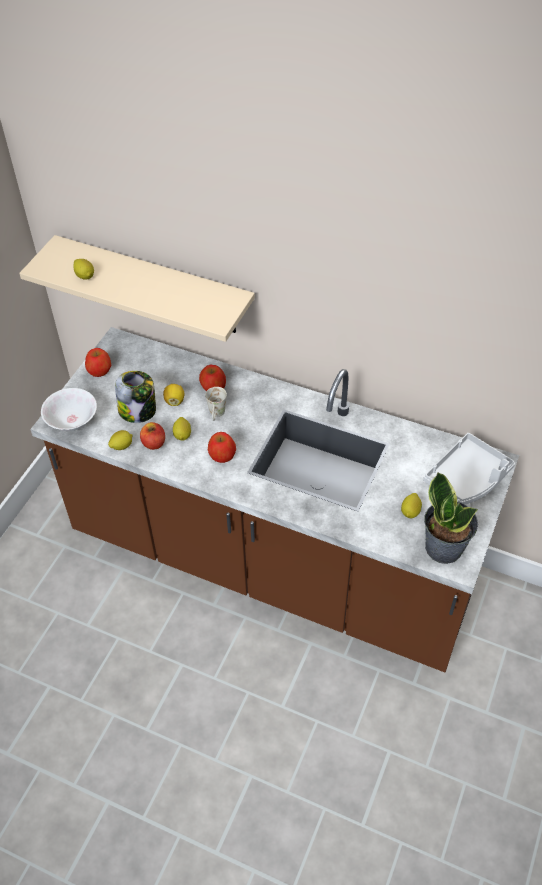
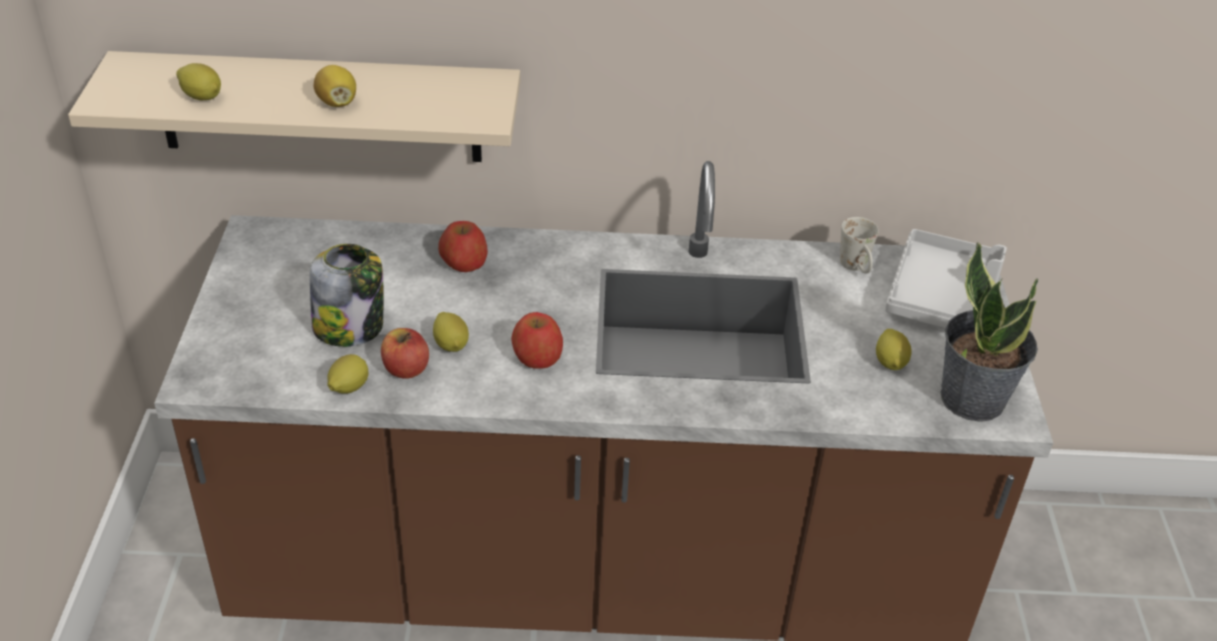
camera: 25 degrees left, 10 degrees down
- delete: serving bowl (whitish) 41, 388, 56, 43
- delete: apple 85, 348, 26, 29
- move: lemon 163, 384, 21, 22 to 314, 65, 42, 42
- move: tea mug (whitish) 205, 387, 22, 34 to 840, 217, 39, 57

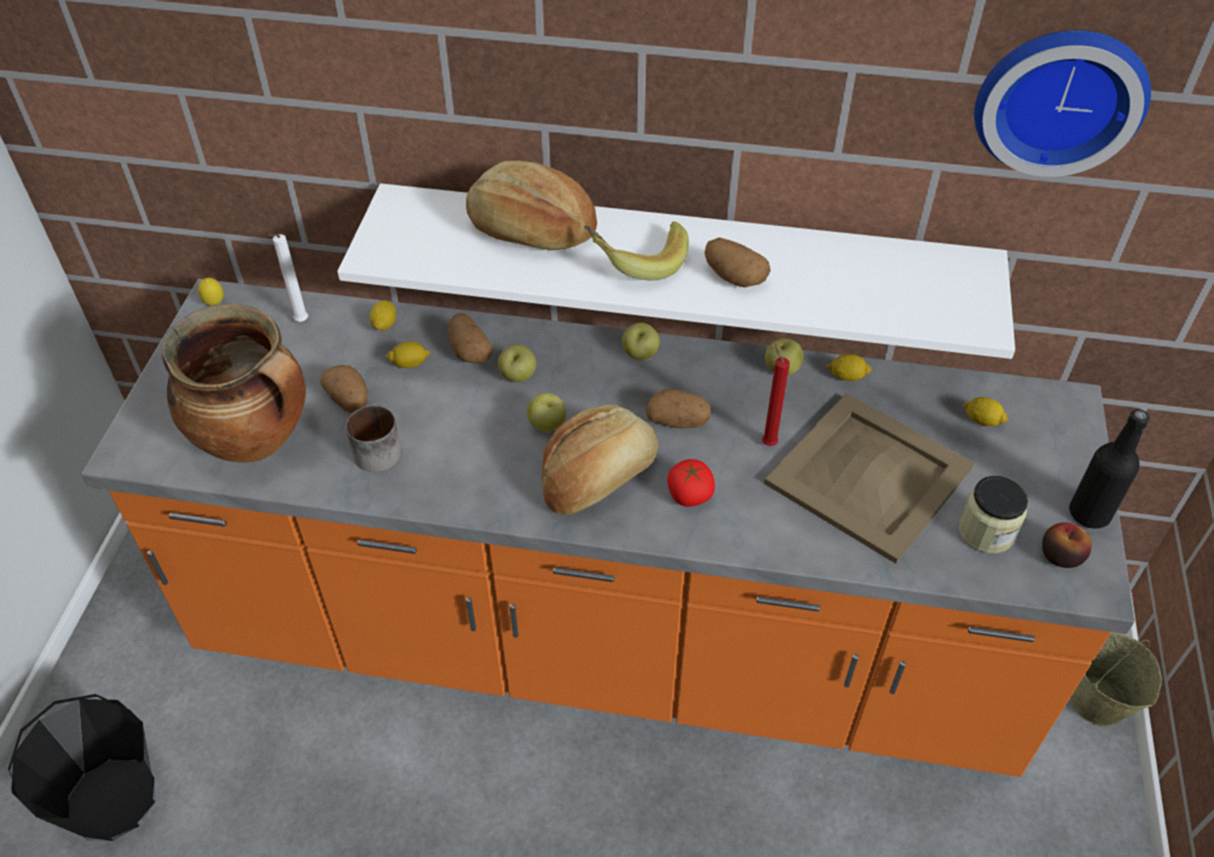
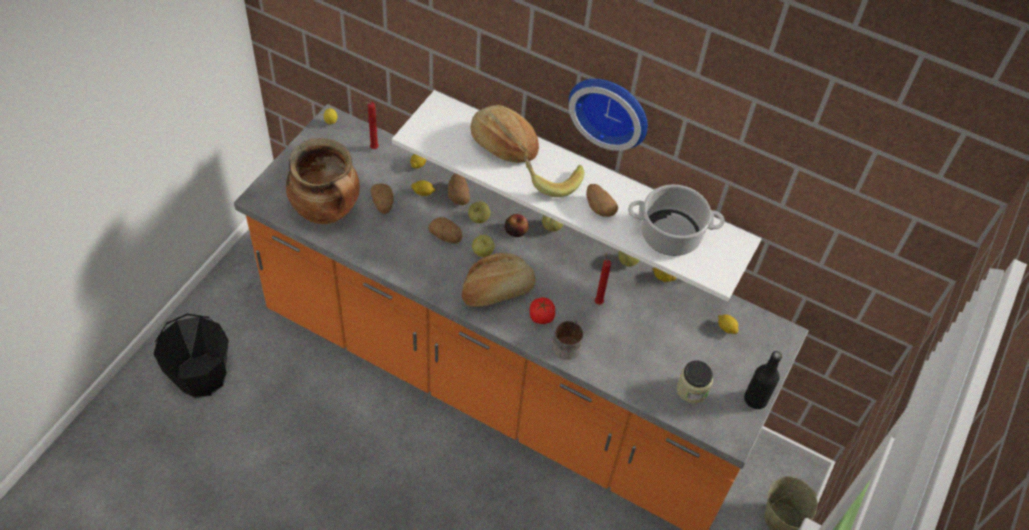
camera: 15 degrees right, 5 degrees up
- recolor: candle (whitish) 268, 234, 40, 88 to candle (red) 365, 102, 14, 47
- move: tea mug 346, 405, 55, 67 to 553, 320, 30, 40
- move: whole potato 646, 389, 65, 39 to 428, 217, 34, 27
- delete: serving tray (beige) 764, 393, 210, 171
- move: clock on the wall 974, 30, 177, 147 to 569, 79, 79, 72
- move: apple 1042, 523, 50, 45 to 505, 214, 24, 23
- insert: cooking pot 628, 184, 97, 72

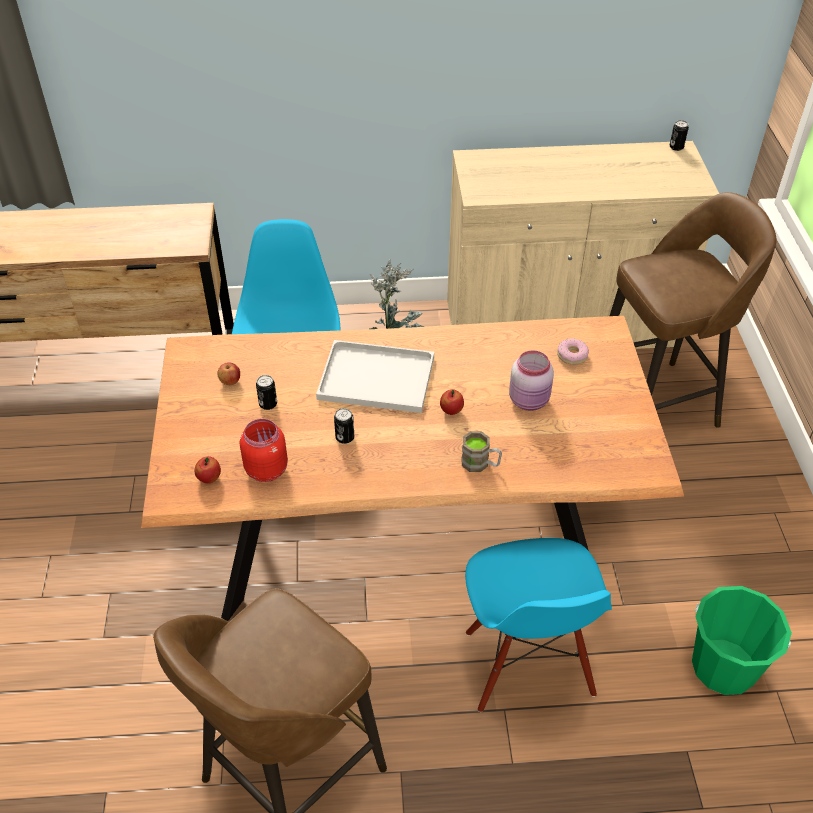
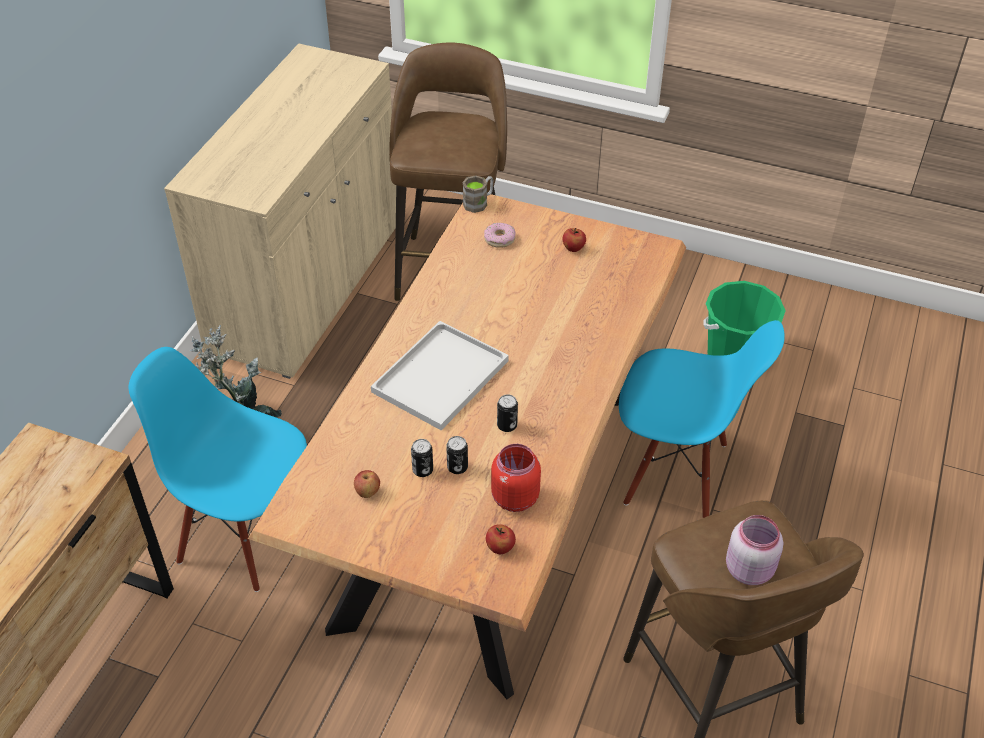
camera: 65 degrees left, 0 degrees up
- move: apple 440, 389, 24, 26 to 562, 228, 24, 24
- move: tea mug (brownish) 462, 431, 40, 41 to 462, 175, 32, 38
- move: storage jar (pink) 509, 350, 45, 61 to 726, 515, 57, 70
- move: can 670, 120, 19, 31 to 446, 436, 22, 38

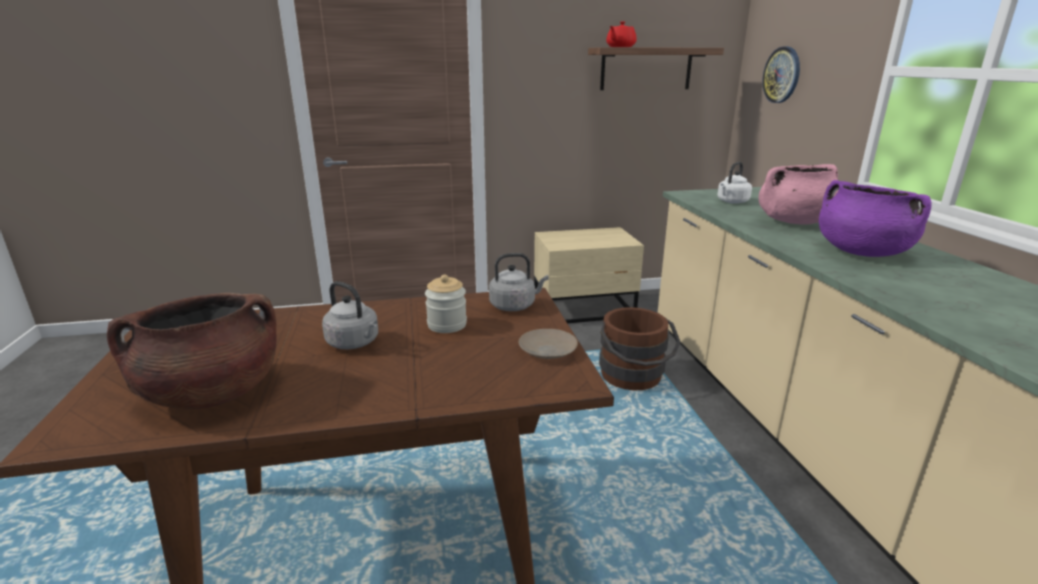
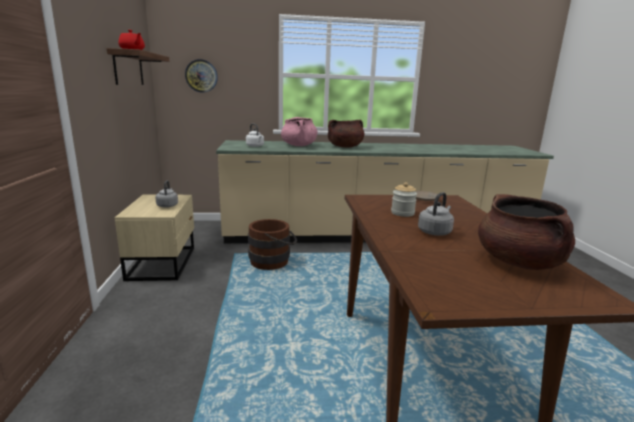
camera: 85 degrees left, 5 degrees down
- move: water kettle (gray) 489, 253, 60, 58 to 155, 180, 23, 28
- recolor: cooking pot (purplish) 819, 180, 113, 77 to cooking pot (brownish) 328, 120, 36, 28

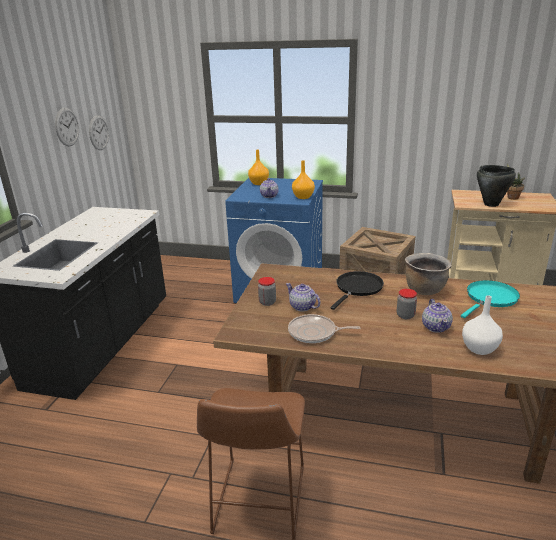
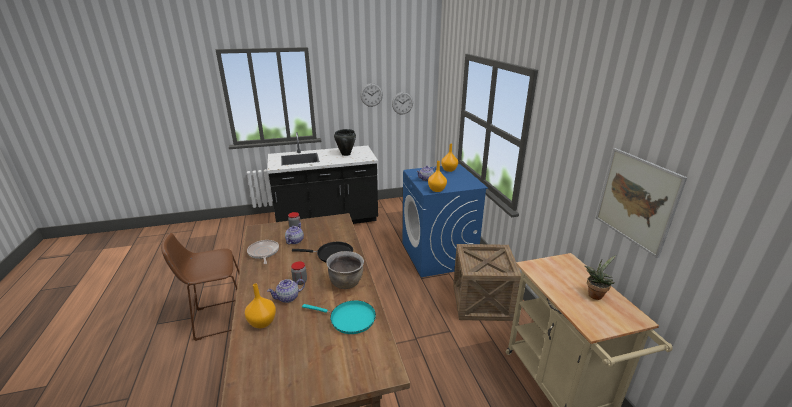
camera: 60 degrees right, 0 degrees up
- recolor: vase (whitish) 462, 295, 41, 60 to vase (orange) 245, 283, 31, 45
- move: cooking pot (blackish) 477, 165, 39, 42 to 334, 129, 22, 27
- insert: wall art 596, 148, 91, 110

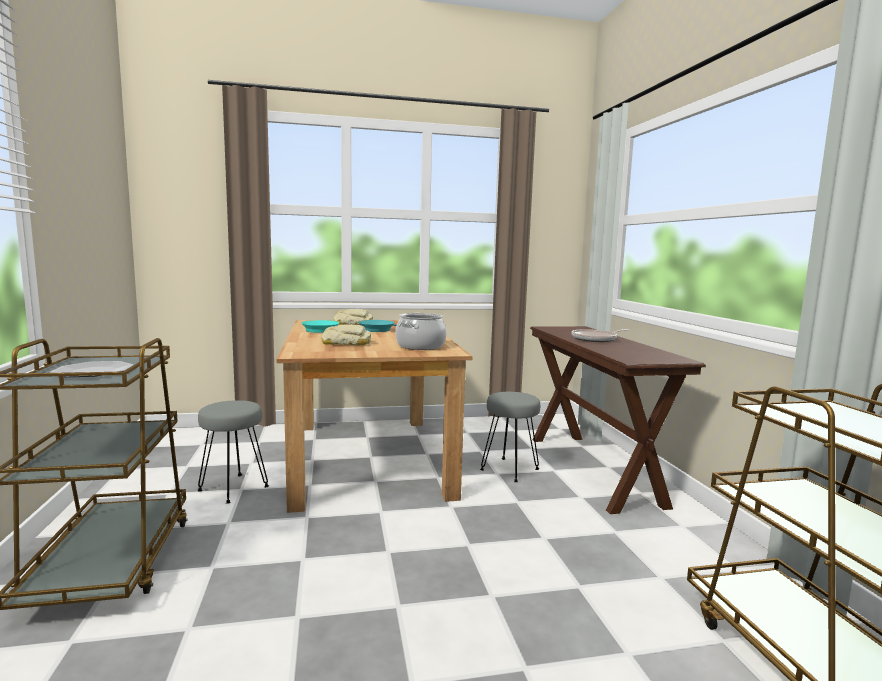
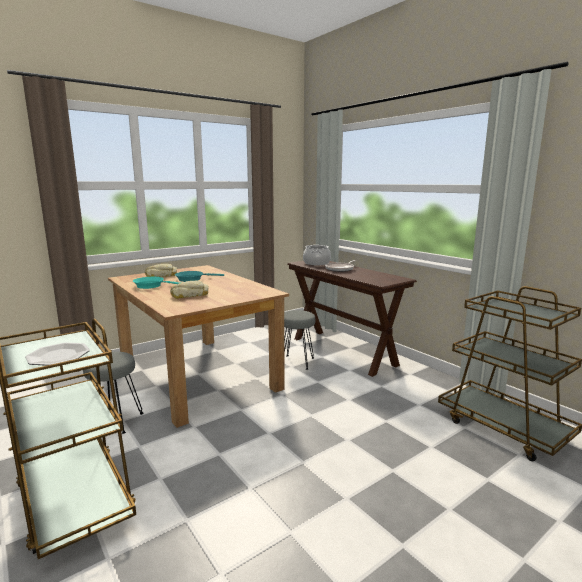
camera: 25 degrees left, 5 degrees up
- move: cooking pot 395, 313, 52, 37 to 303, 245, 28, 20

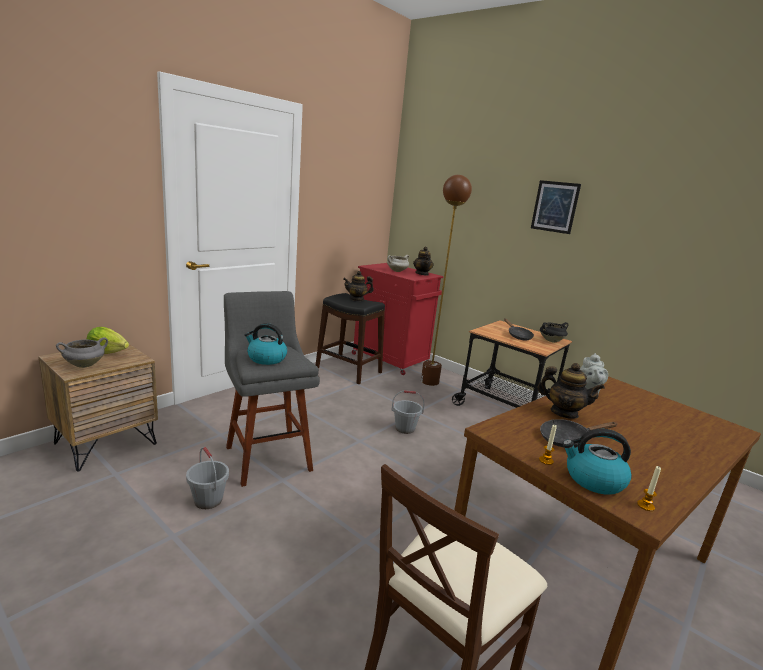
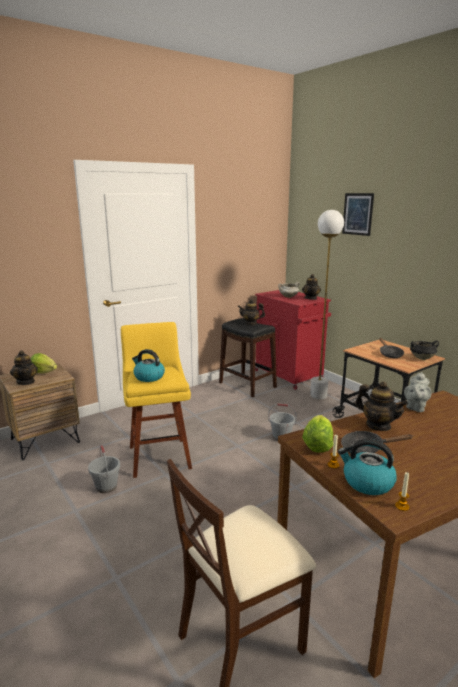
camera: 15 degrees right, 0 degrees up
- replace: cooking pot (gray) 56, 337, 52, 31 to teapot 10, 350, 28, 35
- recolor: stool (gray) 224, 291, 96, 196 to stool (yellowish) 121, 322, 71, 156
- recolor: standing lamp (brownish) 421, 175, 51, 211 to standing lamp (whitish) 310, 210, 34, 189
- move: wall art 531, 180, 50, 54 to 342, 193, 32, 43
- insert: lettuce head 302, 415, 31, 38

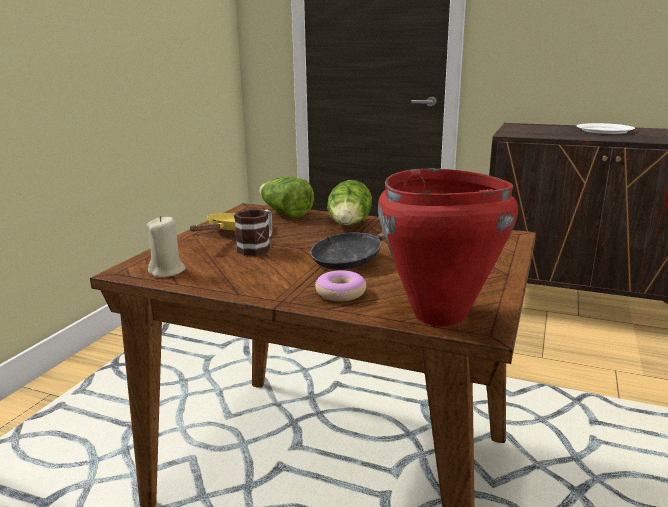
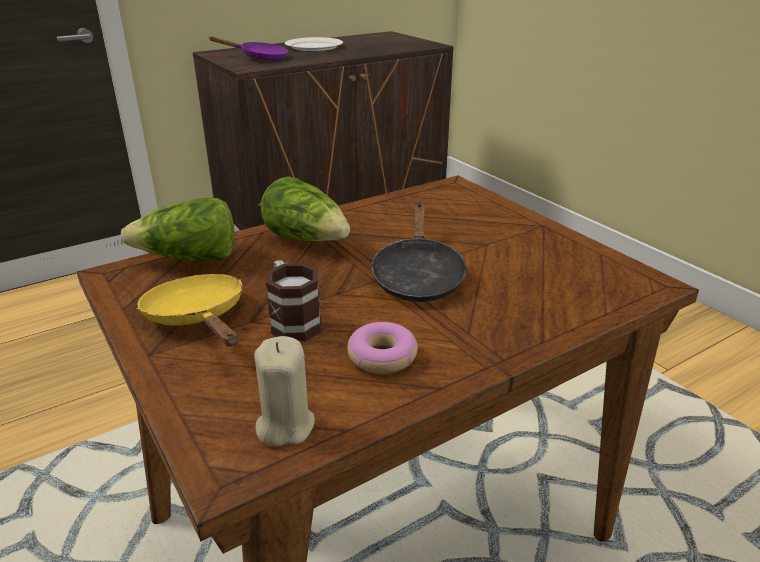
camera: 55 degrees left, 10 degrees up
- move: ring doughnut 315, 270, 51, 31 to 347, 322, 71, 52
- delete: cooking pot (red) 378, 169, 140, 158
- insert: pan (purplish) 208, 37, 80, 23

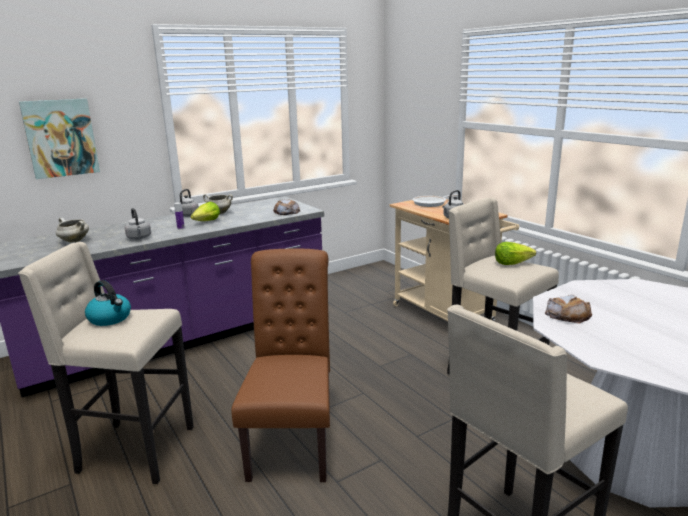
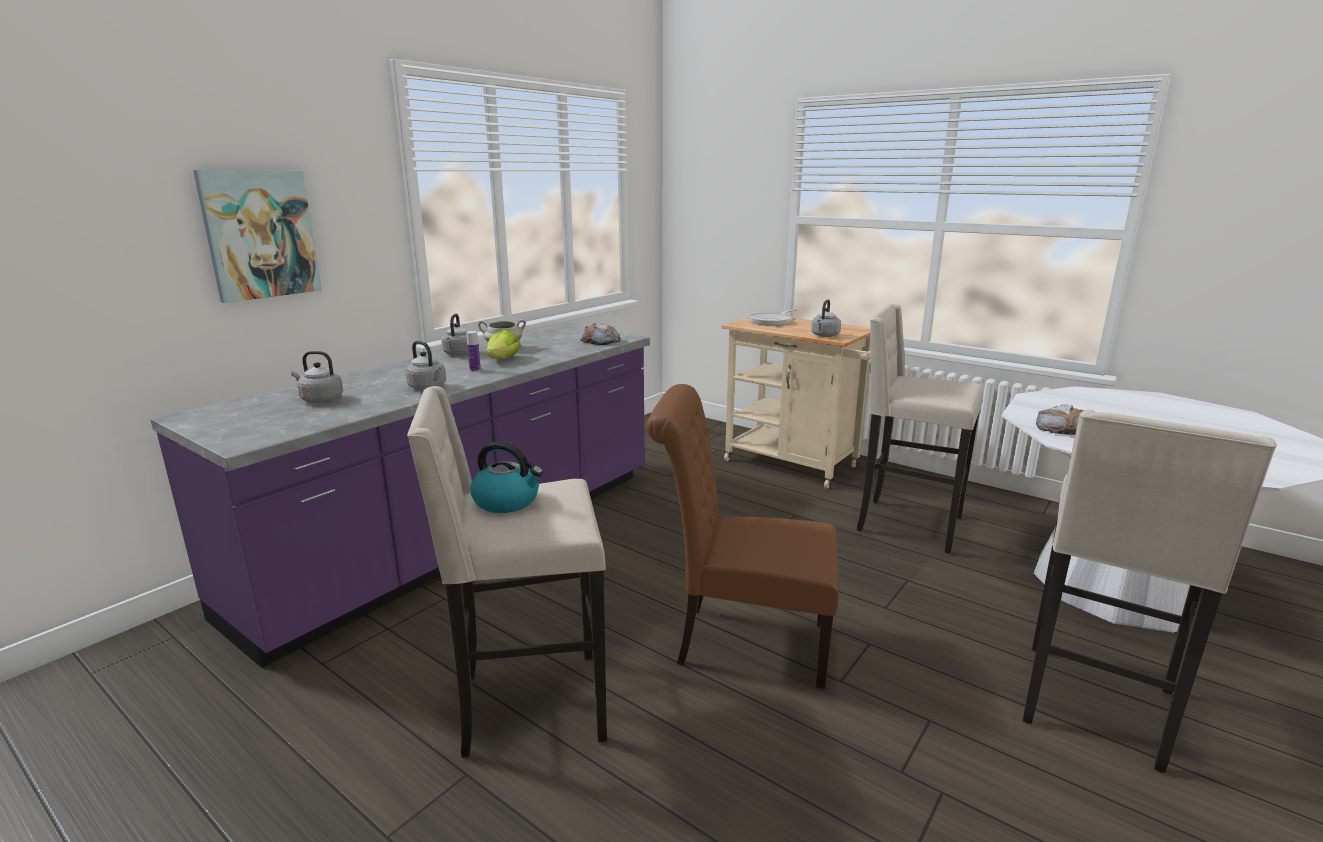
camera: 20 degrees left, 0 degrees up
- replace: cooking pot (whitish) 56, 218, 33, 25 to water kettle (gray) 291, 351, 52, 52
- rotate: upright chair (brownish) 231, 249, 99, 233 = 646, 384, 193, 305 60 degrees counterclockwise
- delete: lettuce head 495, 242, 41, 23

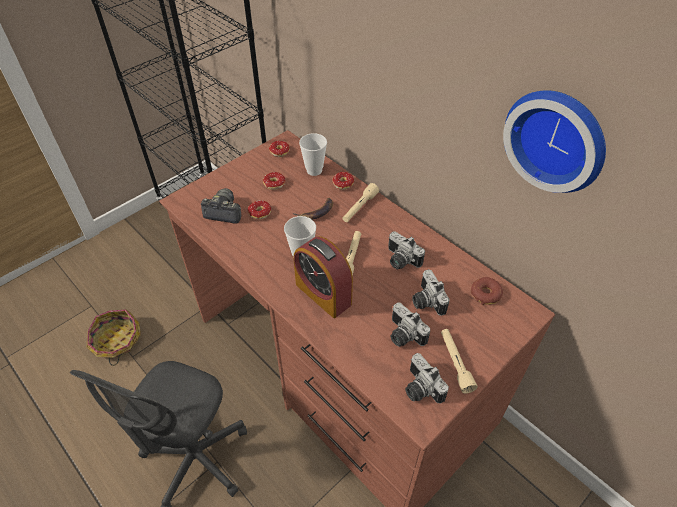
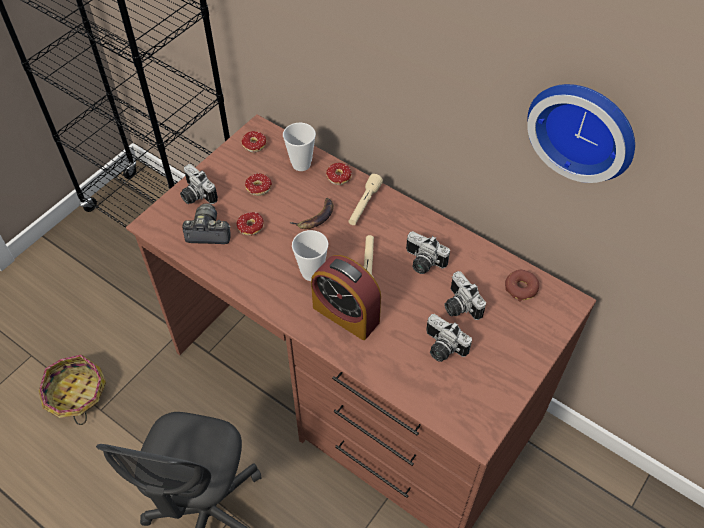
camera: 10 degrees left, 5 degrees up
- move: still camera 405, 353, 44, 51 to 180, 164, 38, 40
- delete: flashlight (beige) 441, 329, 37, 65

